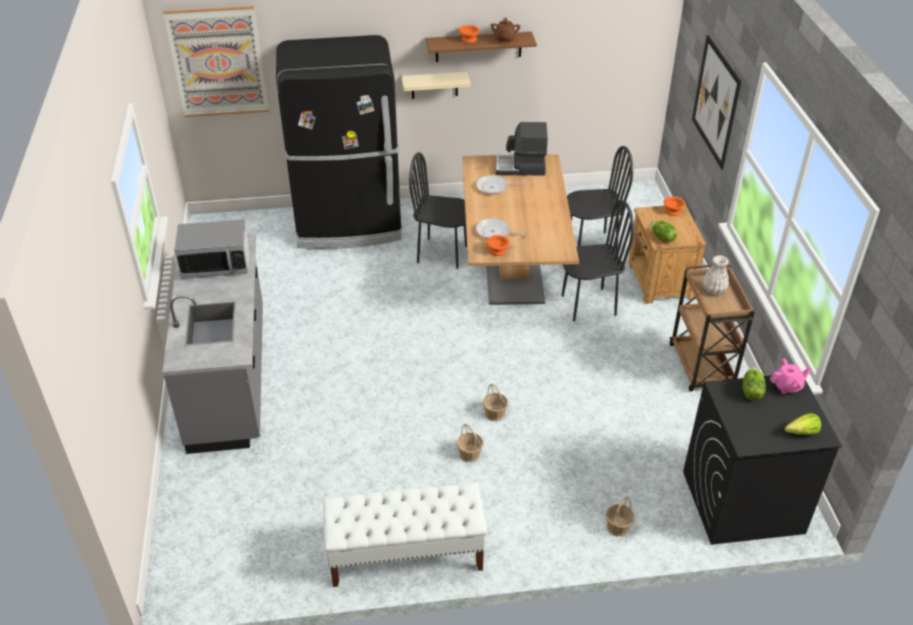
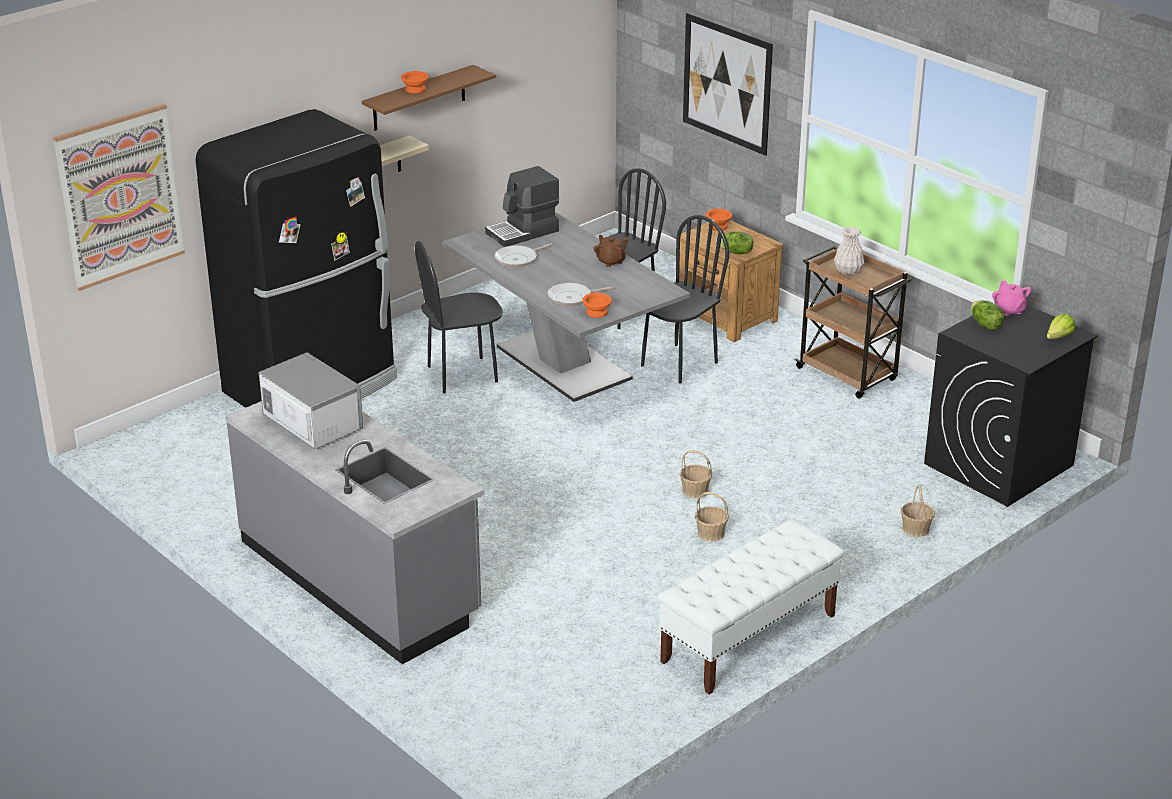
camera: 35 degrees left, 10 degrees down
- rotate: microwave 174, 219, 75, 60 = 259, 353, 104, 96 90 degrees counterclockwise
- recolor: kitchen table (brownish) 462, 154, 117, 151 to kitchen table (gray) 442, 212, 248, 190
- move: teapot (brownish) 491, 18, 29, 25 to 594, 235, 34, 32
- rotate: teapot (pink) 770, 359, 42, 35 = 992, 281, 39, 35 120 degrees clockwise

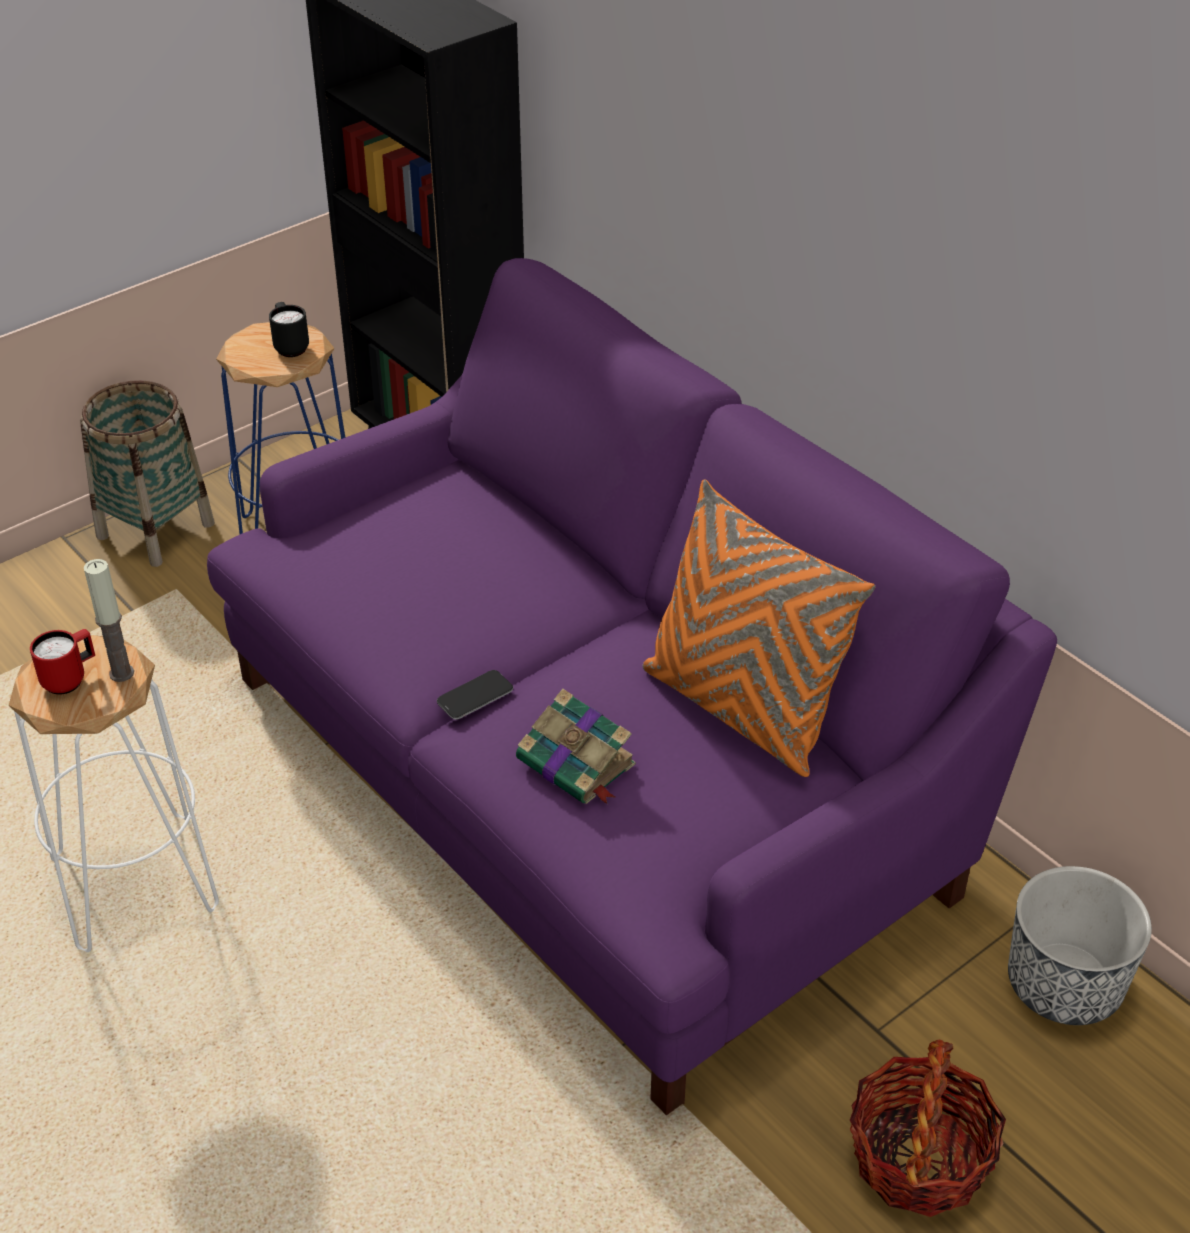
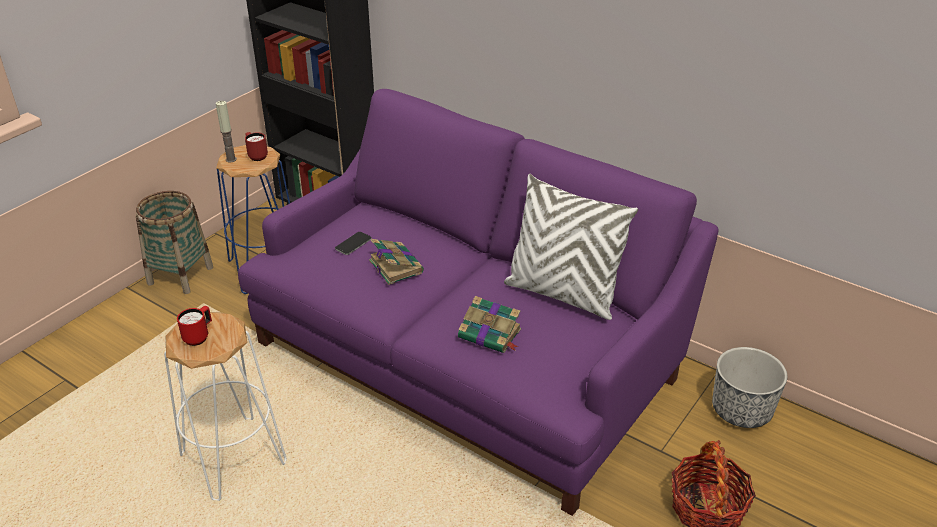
camera: 15 degrees left, 5 degrees down
- move: candle 84, 559, 50, 123 to 216, 101, 21, 61
- recolor: tea mug (blackish) 269, 302, 40, 55 to tea mug (red) 245, 132, 23, 29
- move: phone 437, 670, 76, 50 to 335, 232, 37, 23
- recolor: pillow (orange) 642, 479, 233, 298 to pillow (whitish) 504, 174, 134, 146
- insert: bound book 369, 239, 55, 46

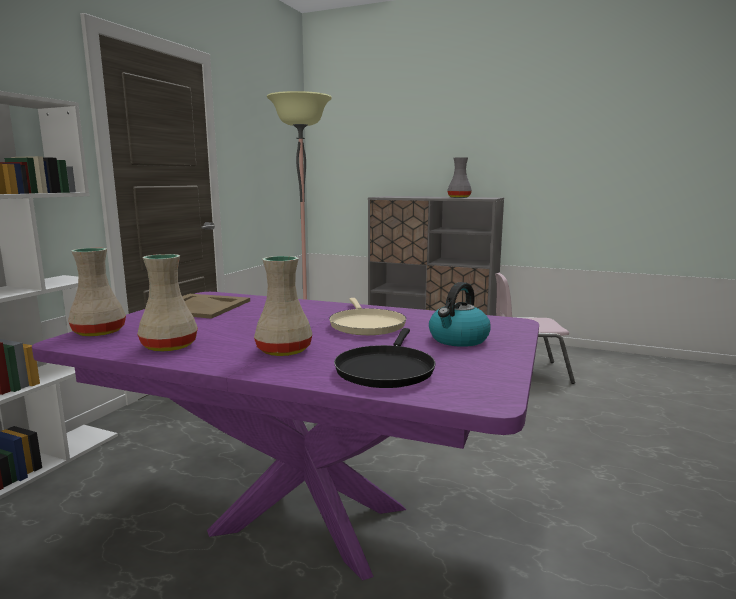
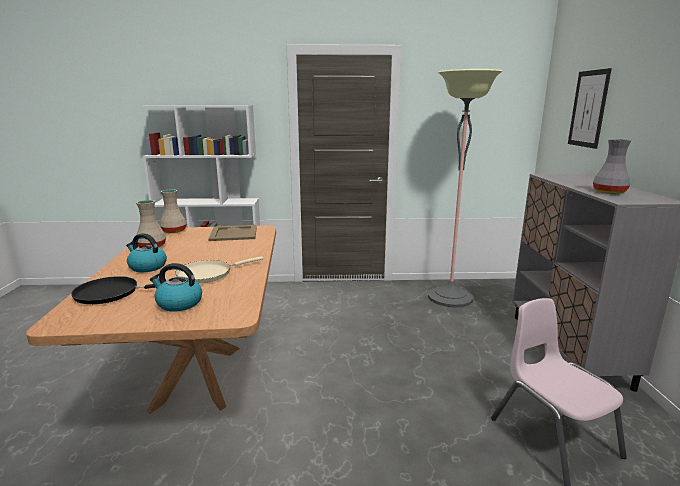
camera: 65 degrees right, 5 degrees up
- recolor: kitchen table (purplish) 32, 292, 507, 288 to kitchen table (brownish) 26, 226, 250, 188
- replace: vase (beige) 254, 256, 58, 100 to water kettle 126, 233, 41, 39
- insert: wall art 568, 68, 44, 81

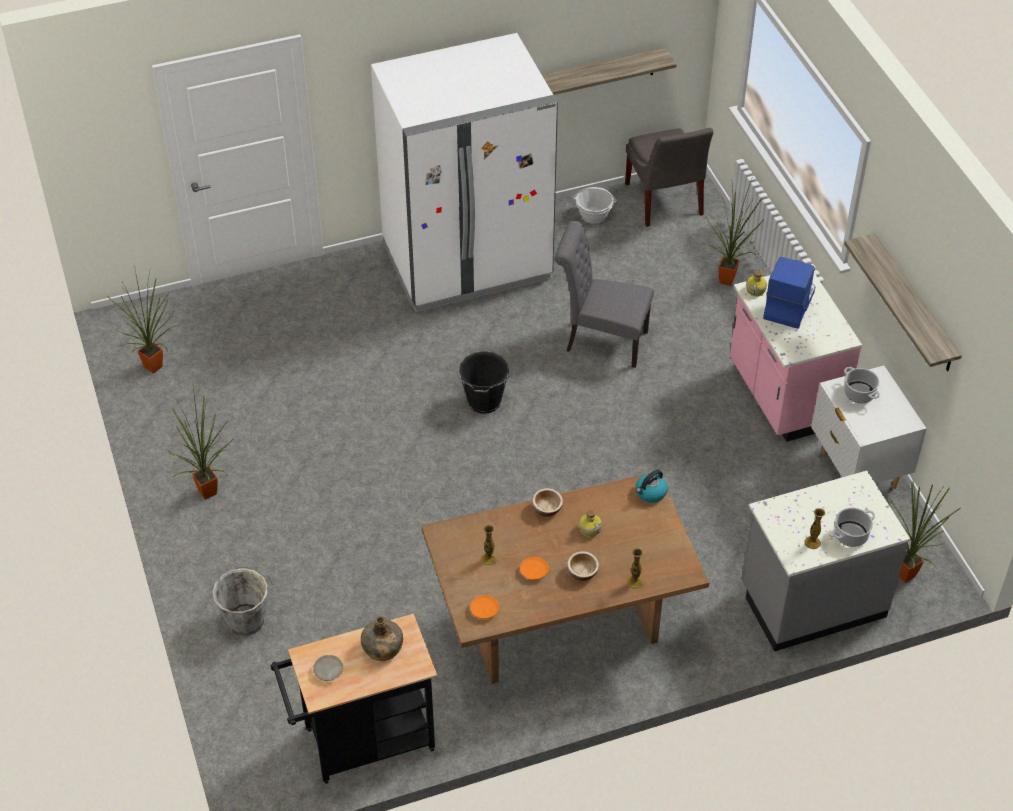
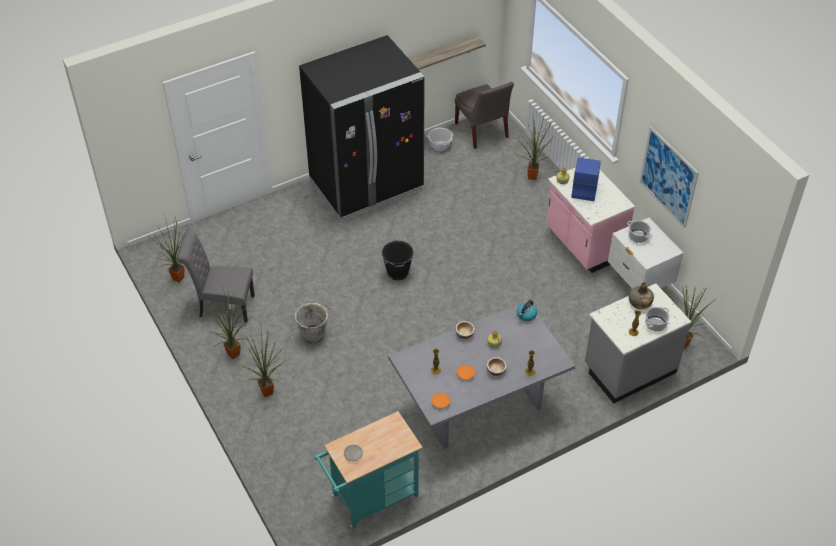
camera: 10 degrees left, 0 degrees up
- move: water bucket (gray) 212, 567, 62, 69 to 295, 302, 36, 42
- recolor: cart (blackish) 270, 614, 167, 170 to cart (turquoise-coloured) 314, 411, 109, 117
- move: bottle (greenish) 361, 616, 42, 45 to 629, 282, 25, 28
- recolor: refrigerator (whitish) 371, 33, 187, 279 to refrigerator (blackish) 299, 35, 126, 187
- recolor: kitchen table (brownish) 422, 473, 287, 211 to kitchen table (gray) 388, 301, 187, 148
- move: upright chair (gray) 555, 221, 99, 147 to 177, 231, 78, 92
- replace: shelf 844, 233, 118, 138 to wall art 639, 127, 60, 101
- insert: potted plant 241, 331, 45, 66

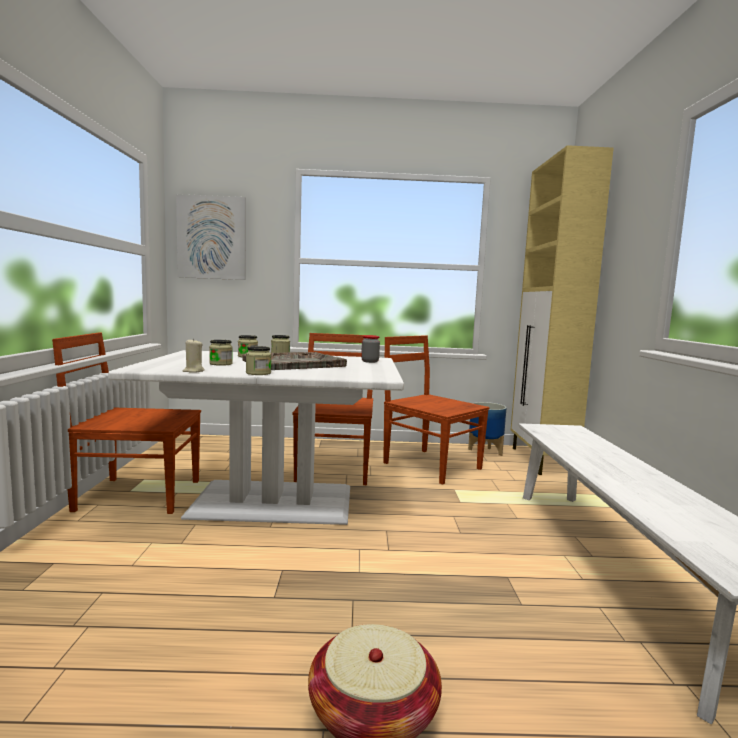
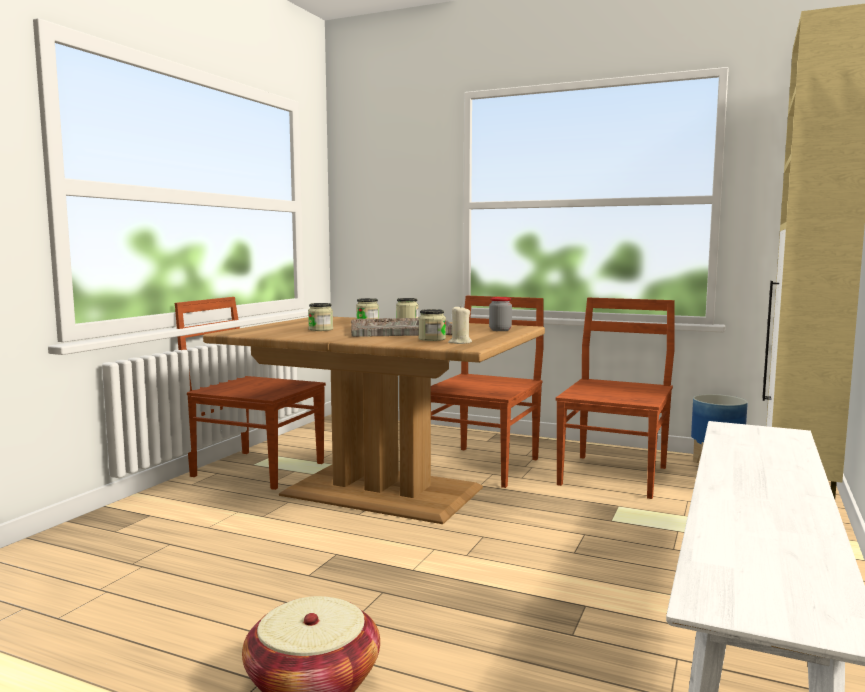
camera: 25 degrees right, 0 degrees up
- recolor: kitchen table (whitish) 108, 350, 296, 175 to kitchen table (brownish) 203, 317, 342, 207
- delete: wall art 176, 194, 70, 86
- move: candle (beige) 183, 338, 22, 35 to 448, 305, 24, 39
- move: storage jar 246, 346, 25, 29 to 419, 309, 27, 32
- rotate: upright chair (brownish) 383, 335, 106, 150 = 556, 298, 119, 201 45 degrees clockwise

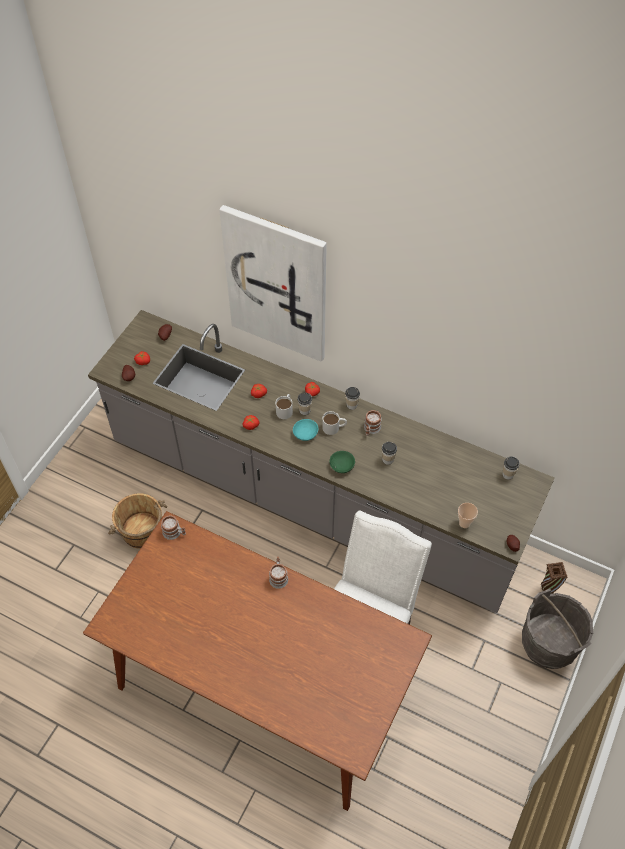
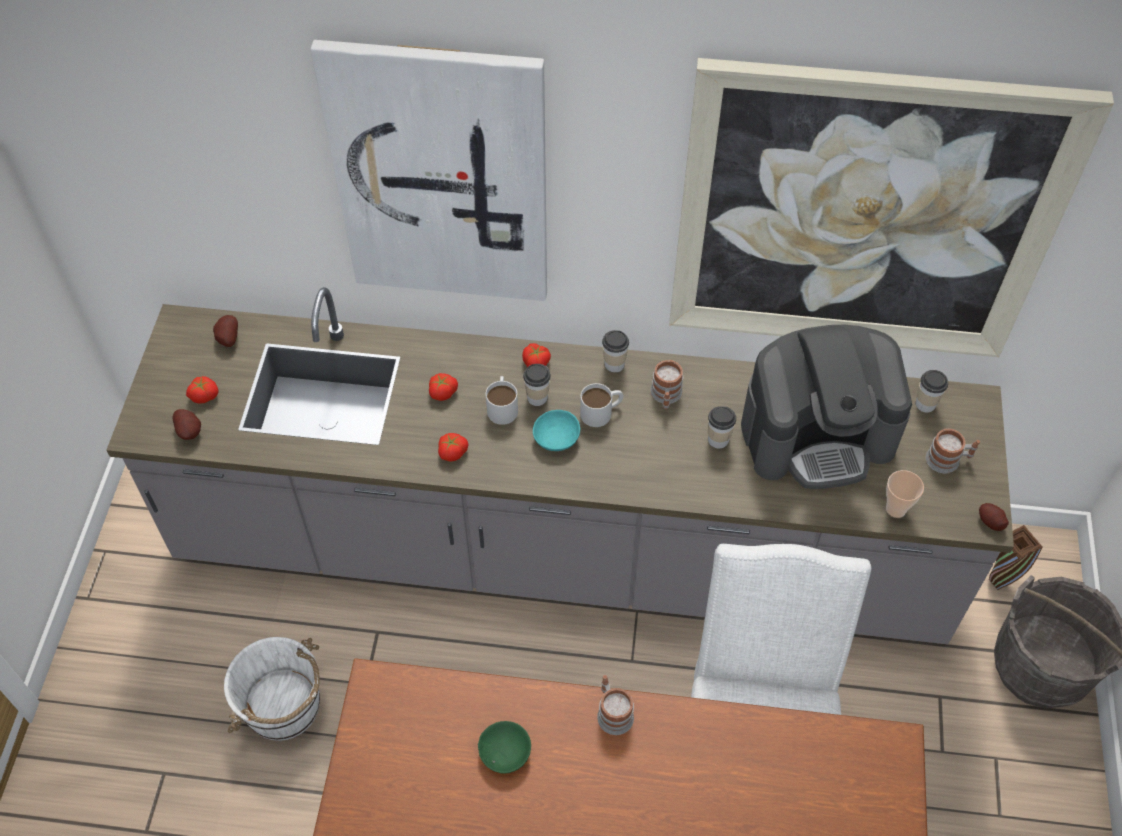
camera: 20 degrees left, 0 degrees up
- recolor: water bucket (brownish) 108, 493, 59, 56 to water bucket (whitish) 224, 637, 96, 104
- move: tea mug 161, 515, 25, 25 to 926, 429, 54, 45
- move: serving bowl (greenish) 330, 451, 25, 22 to 478, 721, 53, 52
- insert: wall art 669, 58, 445, 299
- insert: coffee machine 741, 325, 171, 164

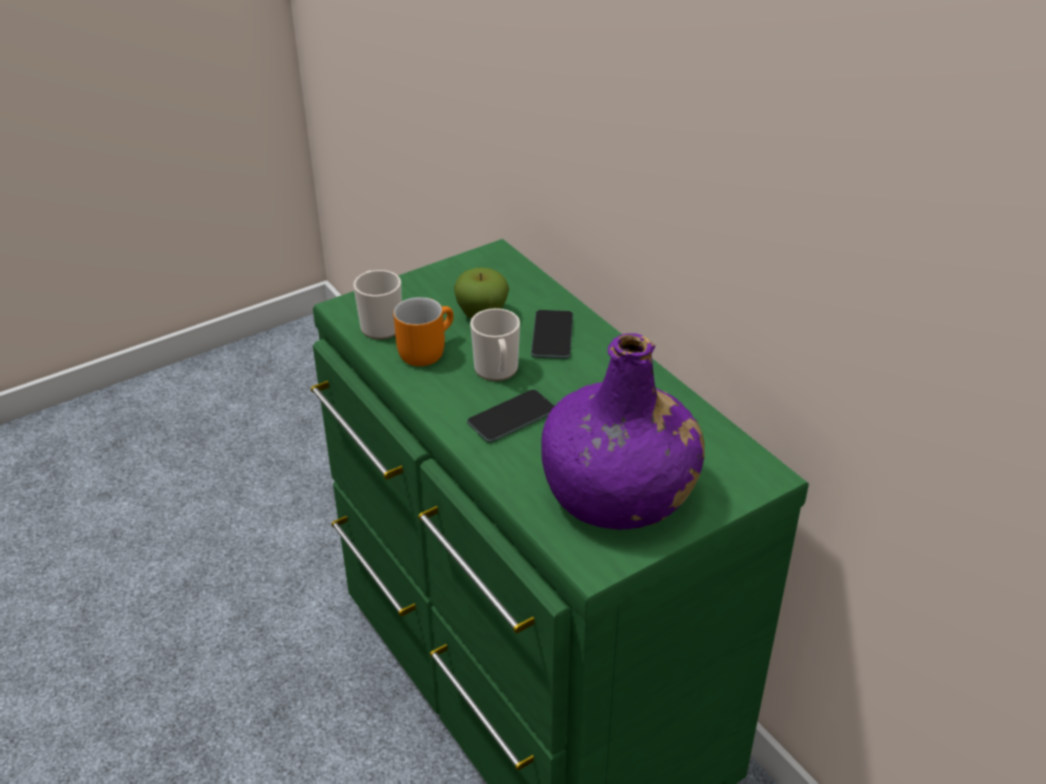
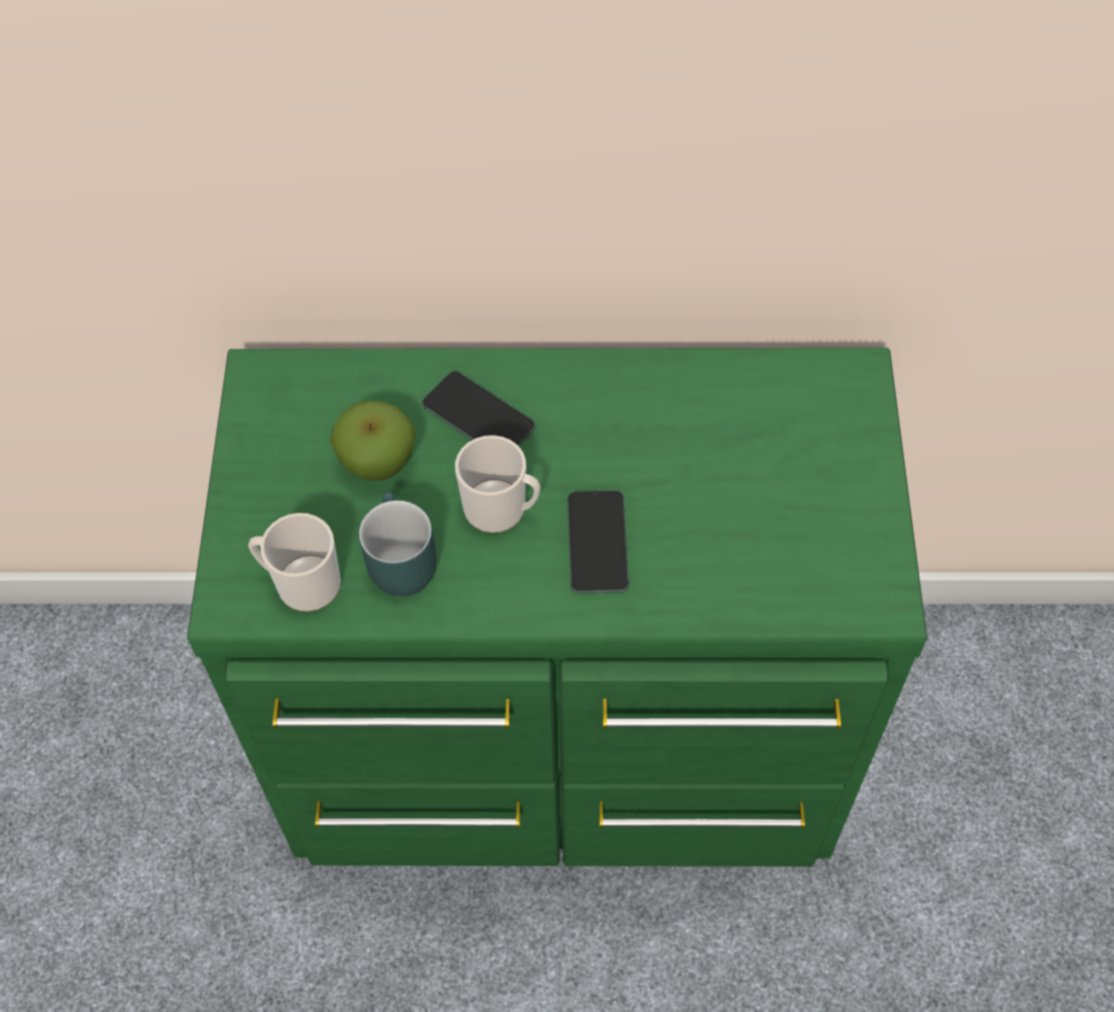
camera: 55 degrees left, 20 degrees up
- recolor: tea mug (orange) 393, 297, 61, 69 to tea mug (turquoise-coloured) 359, 492, 78, 105
- delete: bottle (purplish) 541, 333, 164, 197

